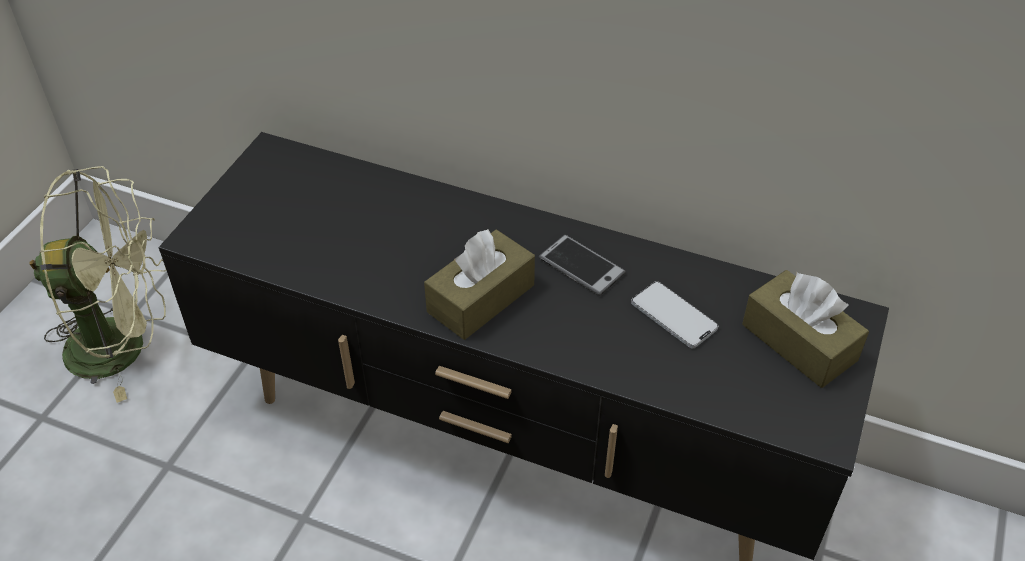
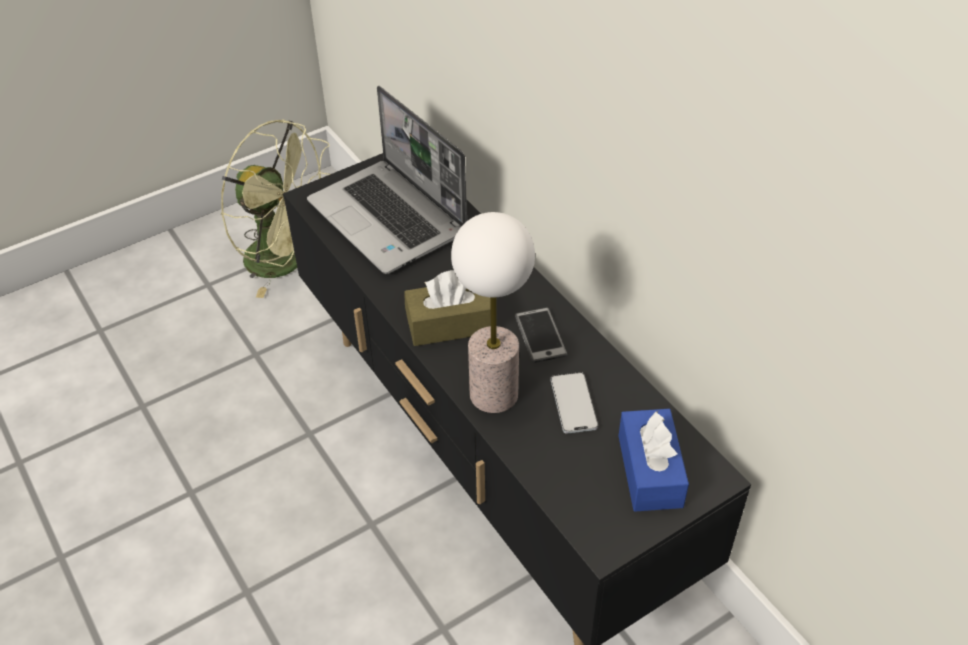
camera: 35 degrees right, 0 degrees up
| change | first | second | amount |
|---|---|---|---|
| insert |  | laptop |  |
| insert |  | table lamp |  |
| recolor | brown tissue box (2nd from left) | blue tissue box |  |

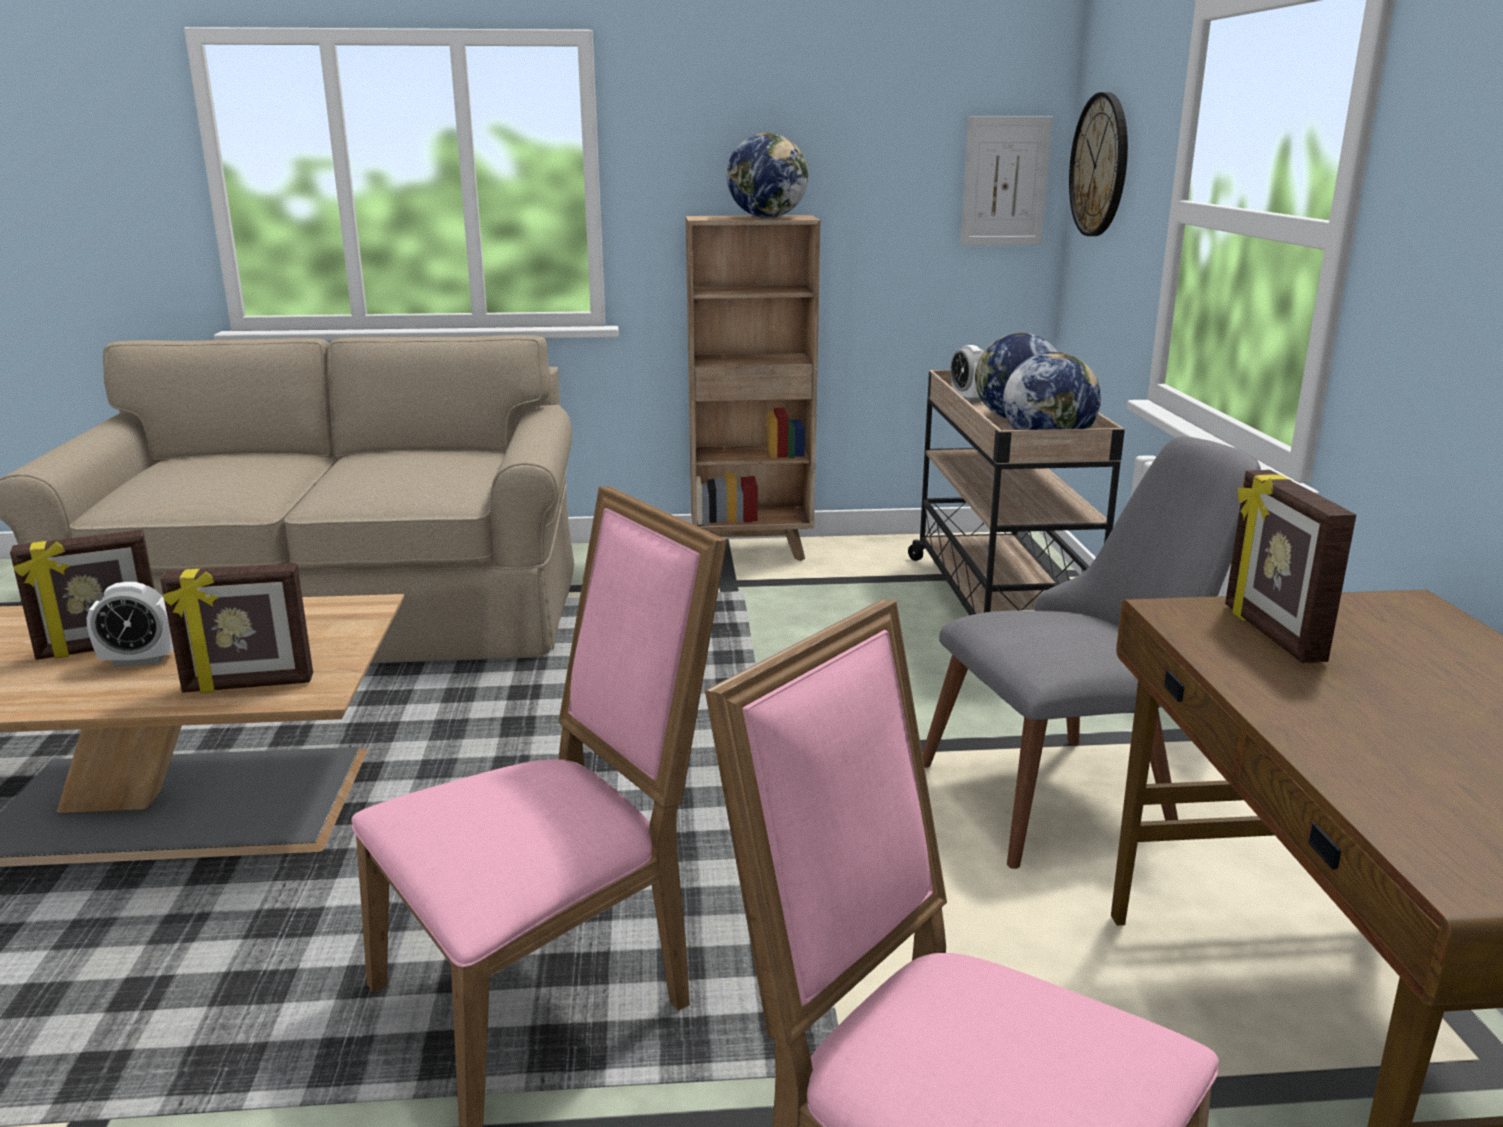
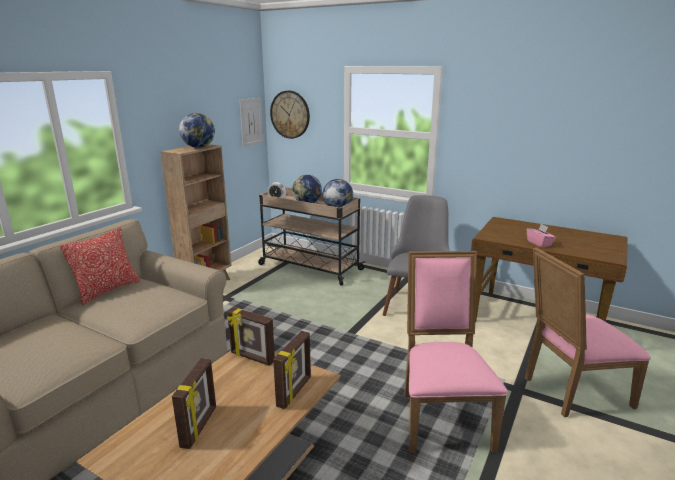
camera: 55 degrees left, 0 degrees up
| change | first | second | amount |
|---|---|---|---|
| delete | alarm clock (1st from left) |  |  |
| insert |  | pillow |  |
| insert |  | pink tissue box |  |
| move | picture frame (3rd from left in the first image) | picture frame (2nd from left) |  |

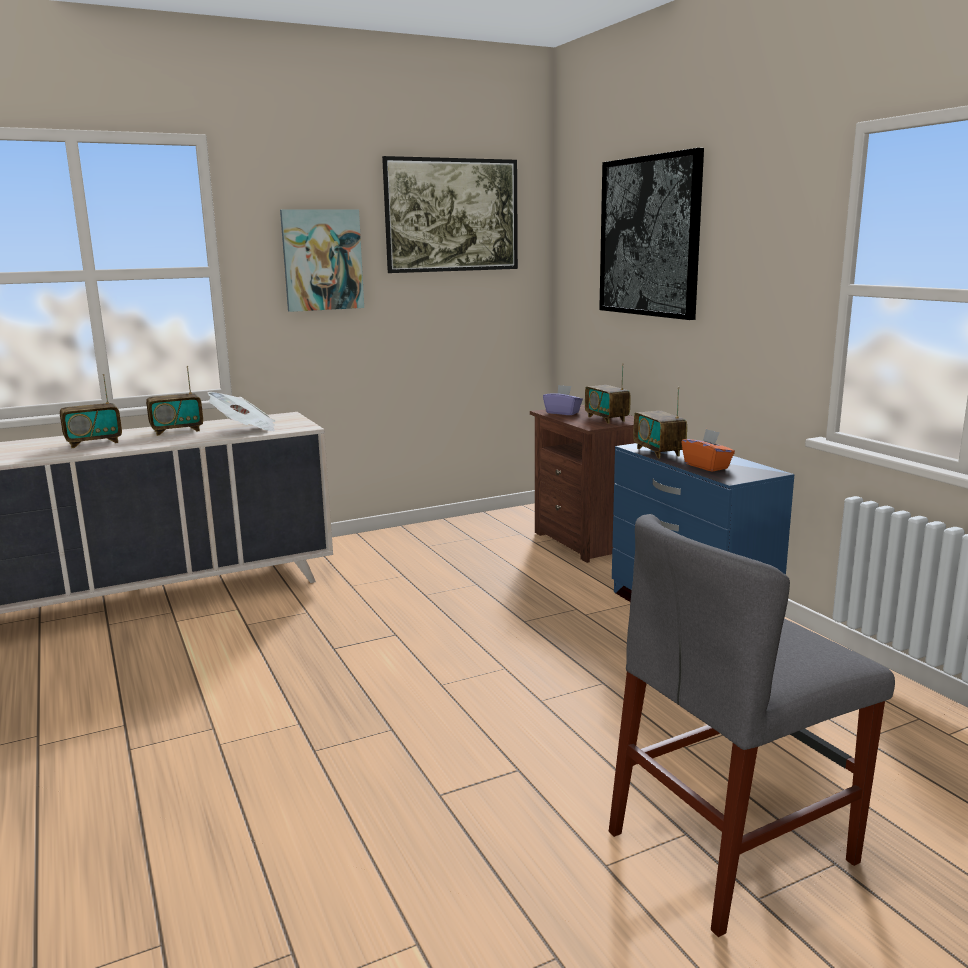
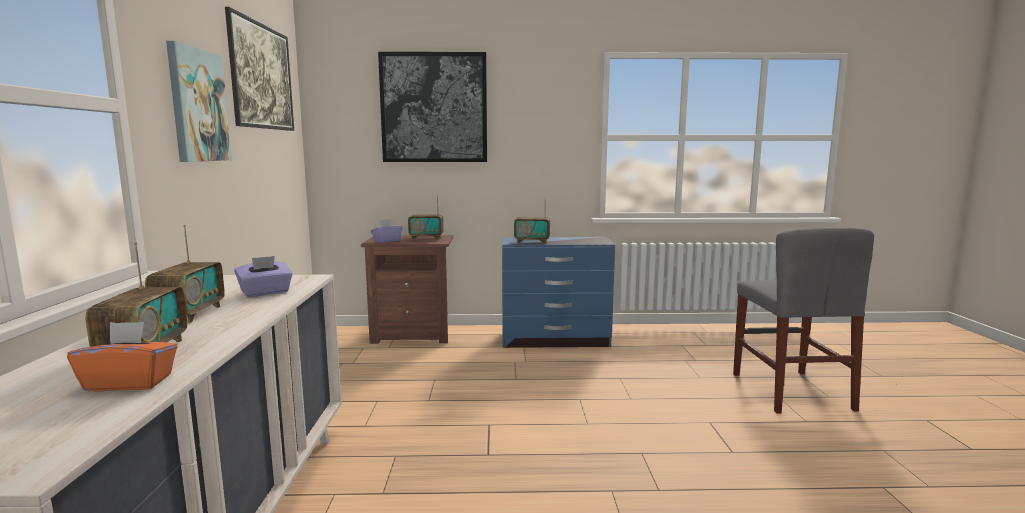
camera: 65 degrees left, 5 degrees down
| change | first | second | amount |
|---|---|---|---|
| move | orange tissue box |  |  |
| replace | newspaper | purple tissue box (1st from left) |  |

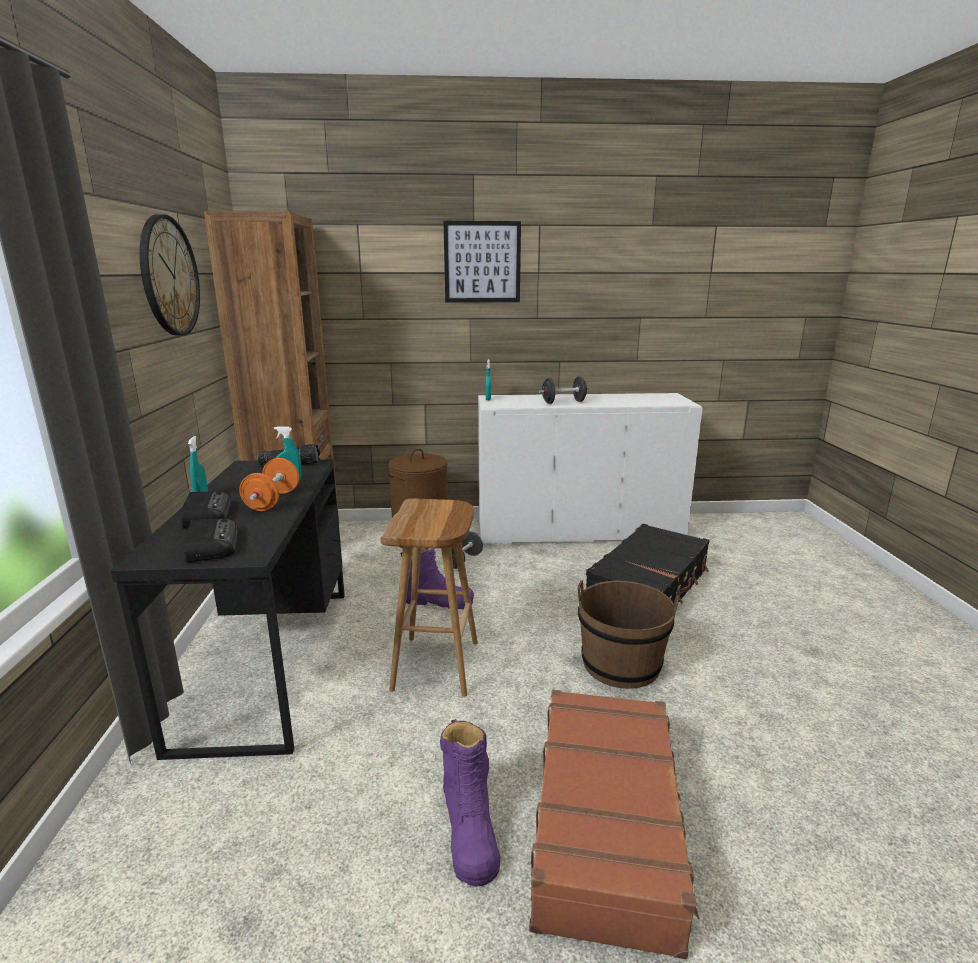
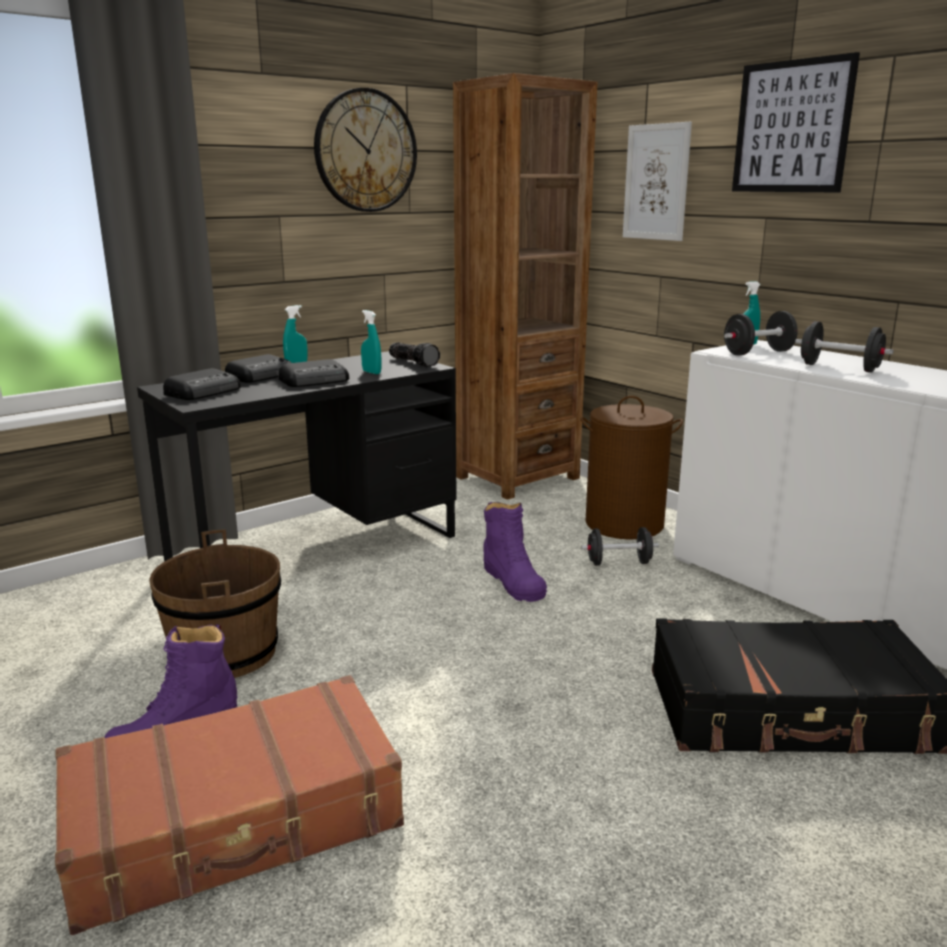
camera: 55 degrees right, 0 degrees up
| change | first | second | amount |
|---|---|---|---|
| delete | brown stool |  |  |
| insert |  | picture (1st from left) |  |
| insert |  | black dumbbell (2nd from left) |  |
| move | brown bucket |  |  |
| replace | orange dumbbell | radio (3rd from left) |  |

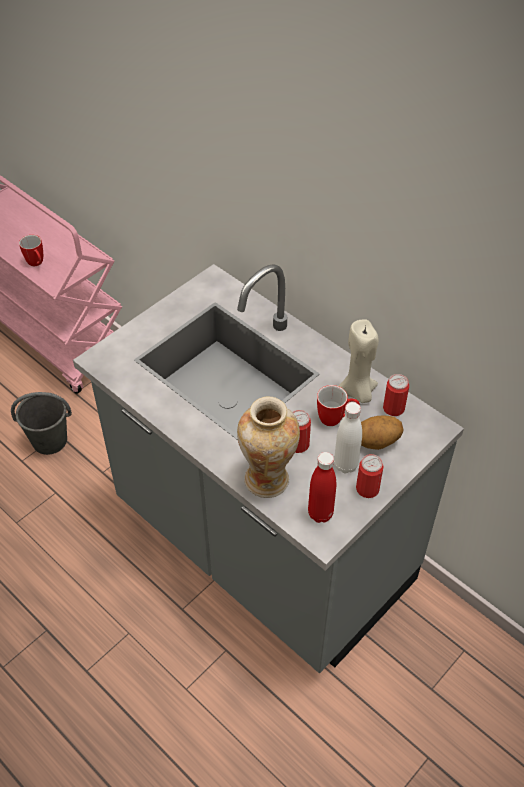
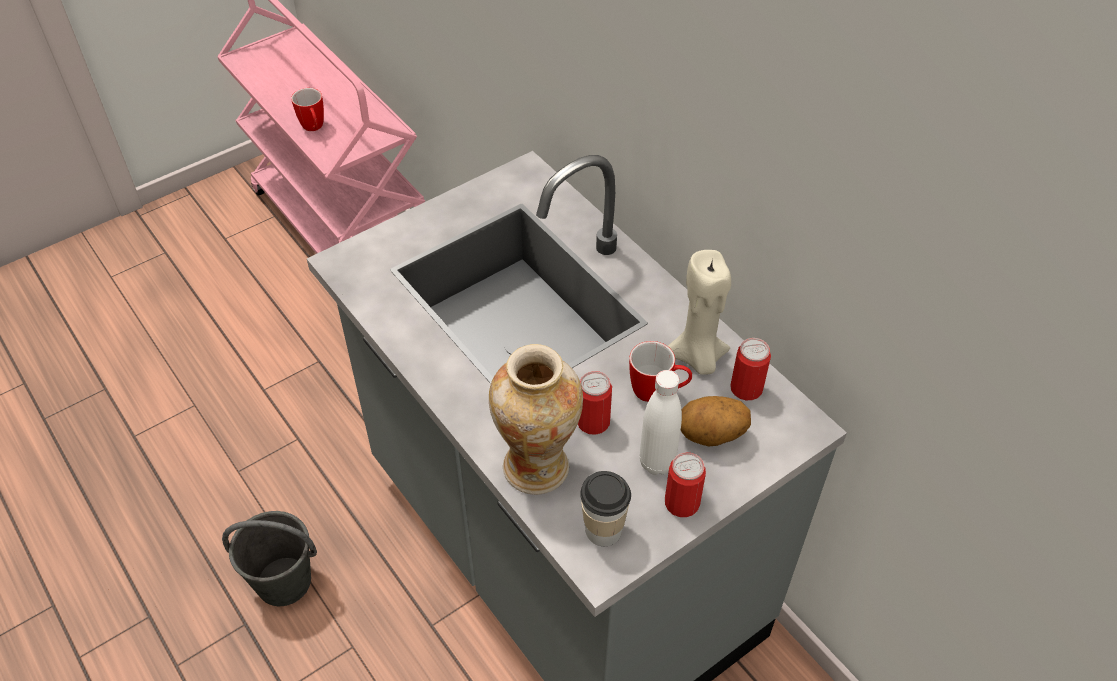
camera: 10 degrees right, 0 degrees up
| change | first | second | amount |
|---|---|---|---|
| move | grey bucket |  |  |
| replace | red bottle | cup |  |

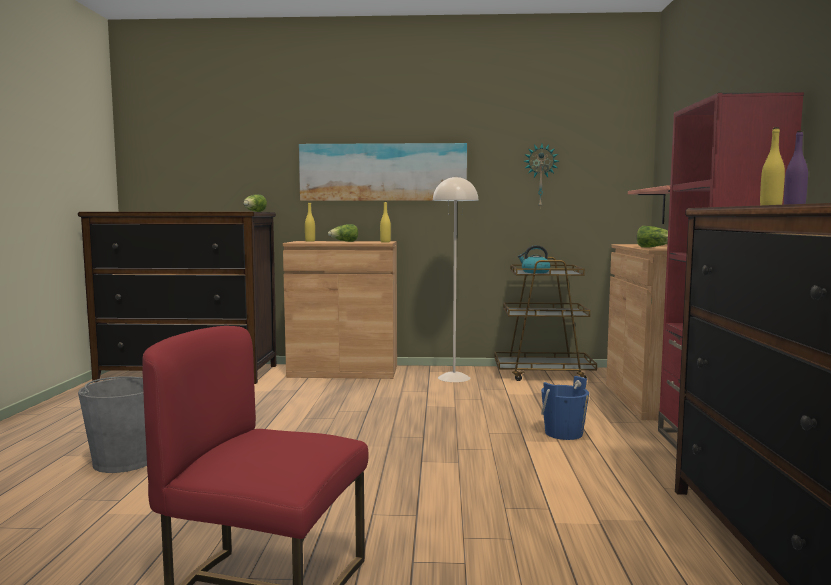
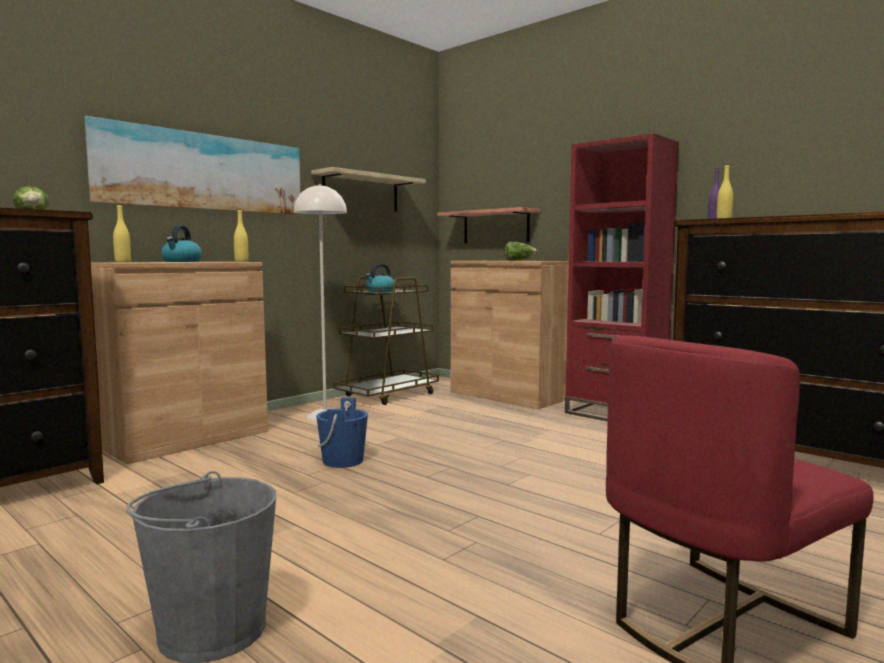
camera: 50 degrees left, 0 degrees up
| change | first | second | amount |
|---|---|---|---|
| move | blue bucket |  |  |
| replace | lettuce (2nd from left) | kettle (1st from left) |  |
| replace | wall clock | shelf (1st from left) |  |

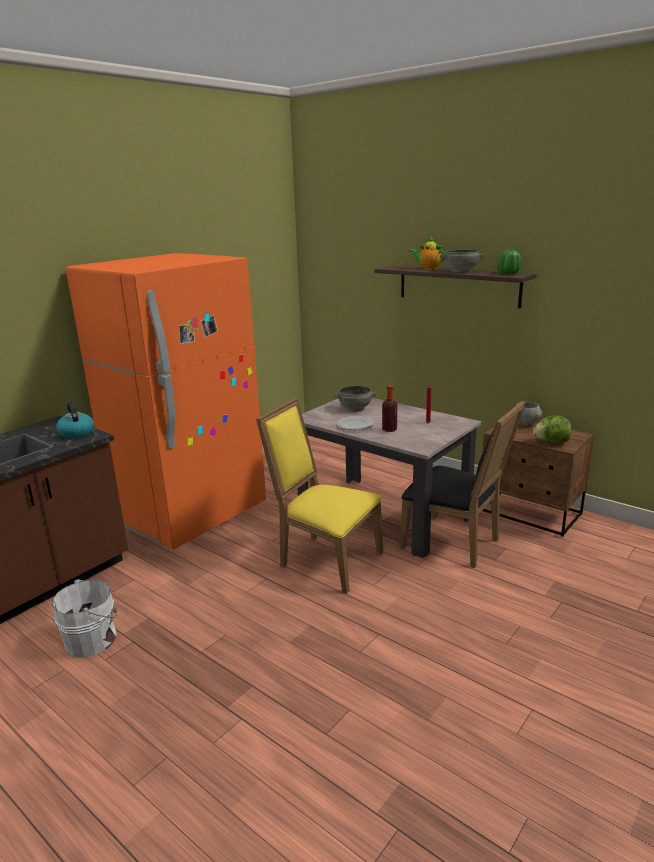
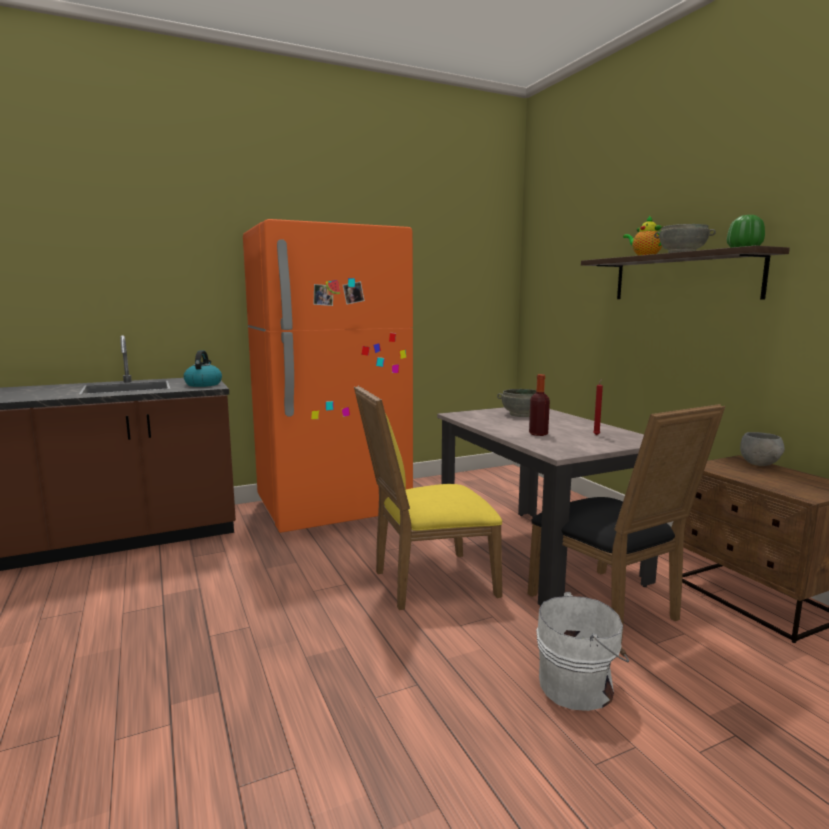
camera: 25 degrees right, 10 degrees down
| change | first | second | amount |
|---|---|---|---|
| delete | plate |  |  |
| delete | lettuce |  |  |
| move | white bucket |  |  |
| rotate | yellow chair |  | 75 degrees counterclockwise |

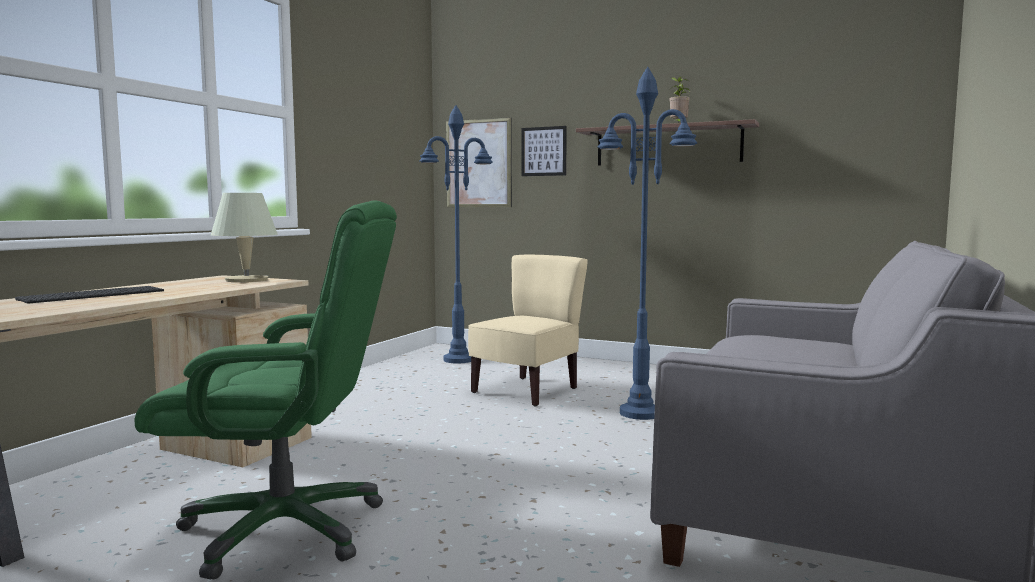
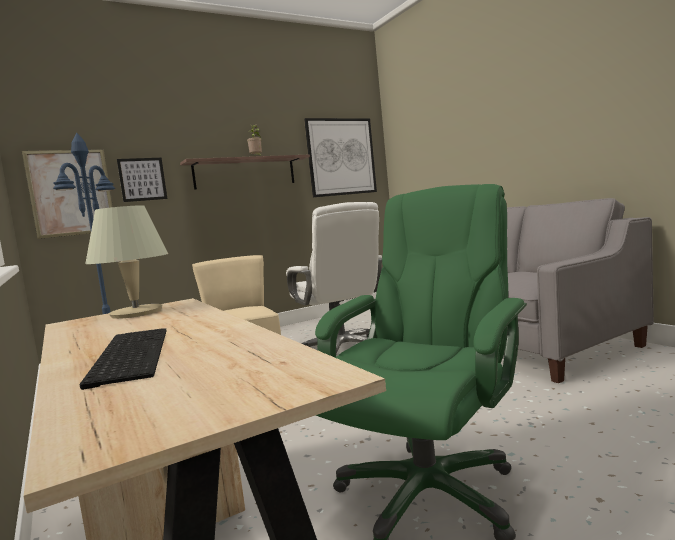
camera: 55 degrees left, 0 degrees up
| change | first | second | amount |
|---|---|---|---|
| insert |  | picture (3rd from left) |  |
| replace | blue floor lamp (2nd from left) | white office chair |  |

